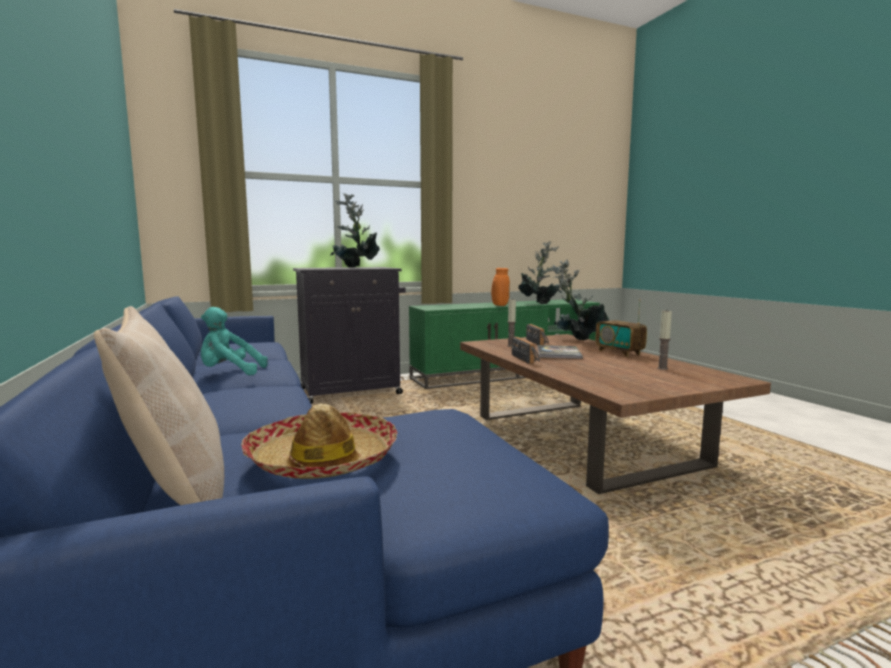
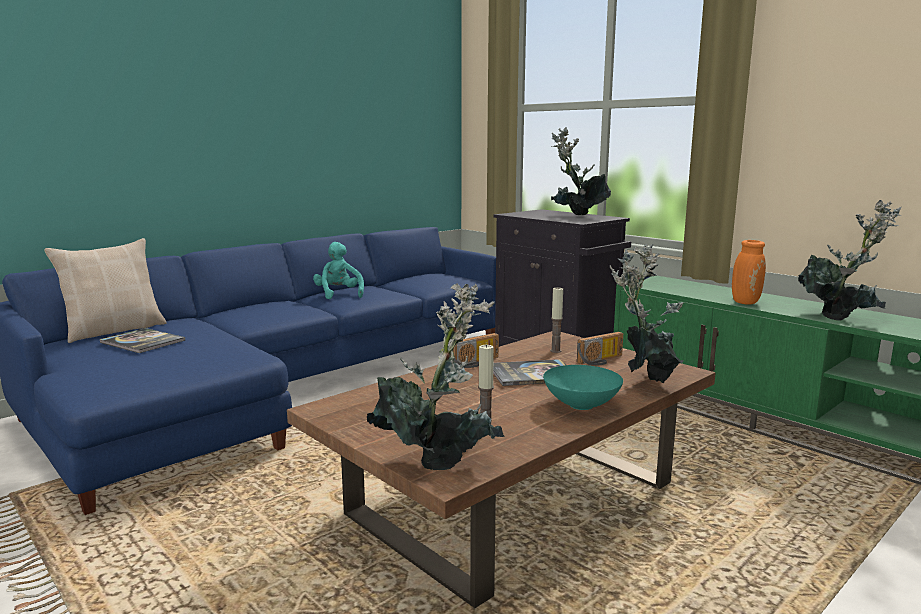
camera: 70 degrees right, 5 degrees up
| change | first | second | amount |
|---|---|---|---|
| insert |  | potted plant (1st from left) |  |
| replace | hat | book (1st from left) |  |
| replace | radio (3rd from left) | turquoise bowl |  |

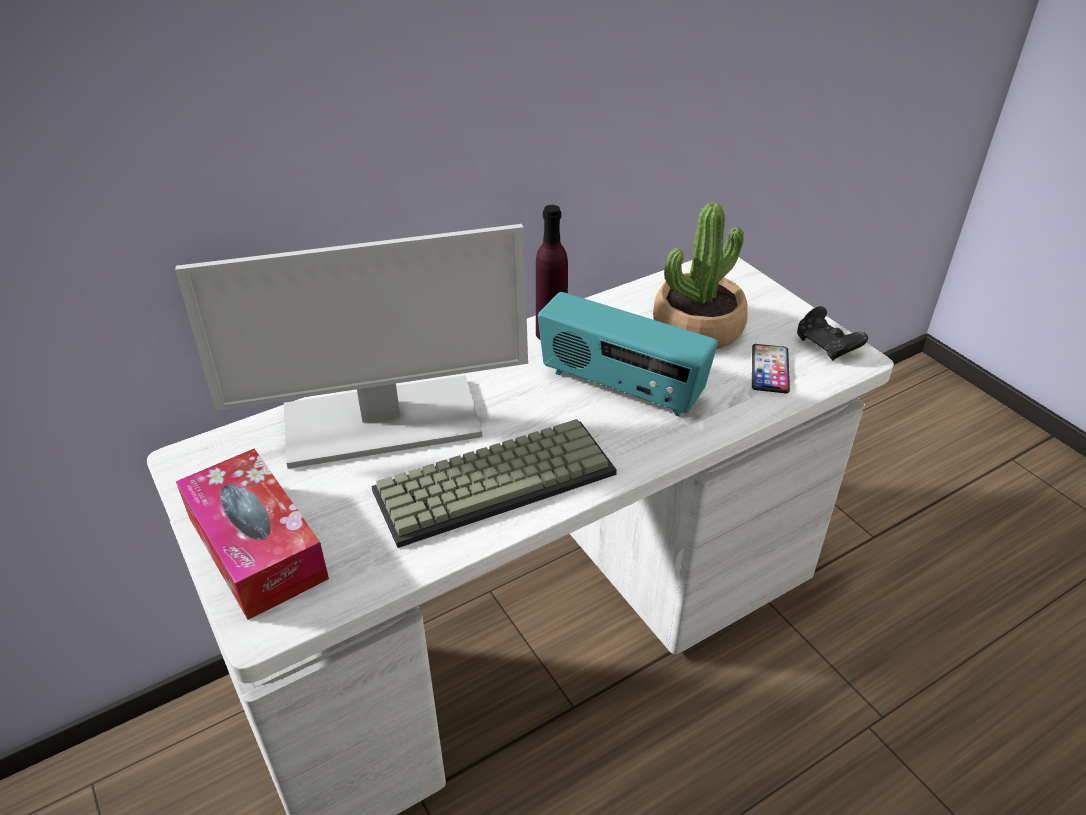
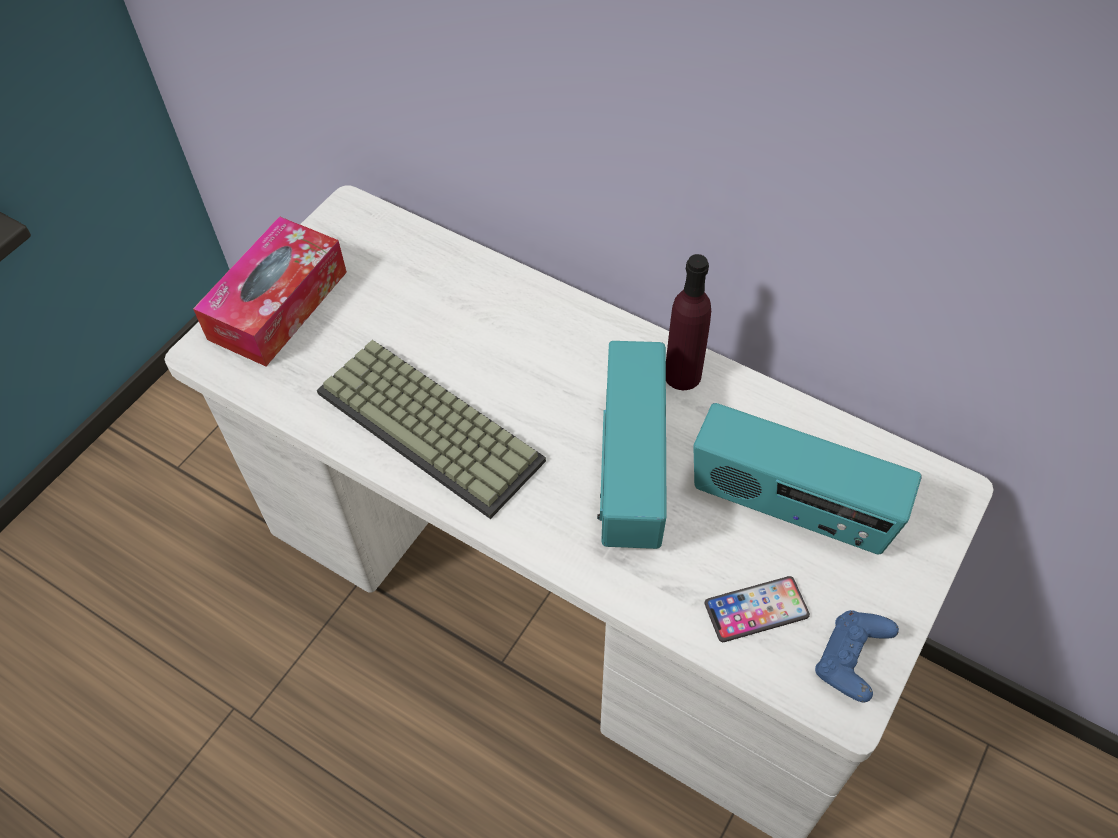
camera: 65 degrees right, 15 degrees up
| change | first | second | amount |
|---|---|---|---|
| delete | monitor |  |  |
| replace | potted plant | radio (2nd from left) |  |
| recolor | black game controller | blue game controller |  |

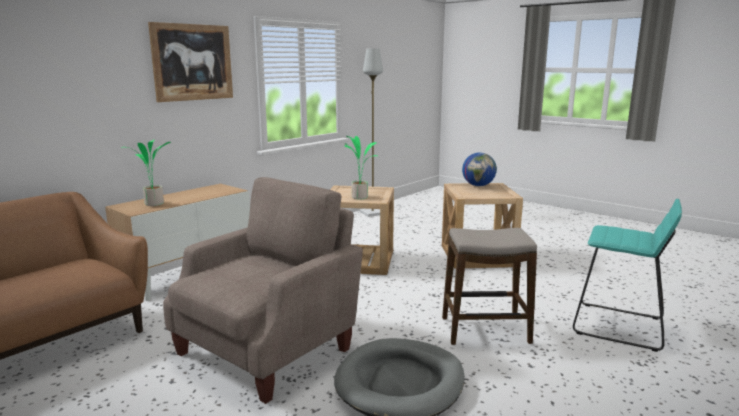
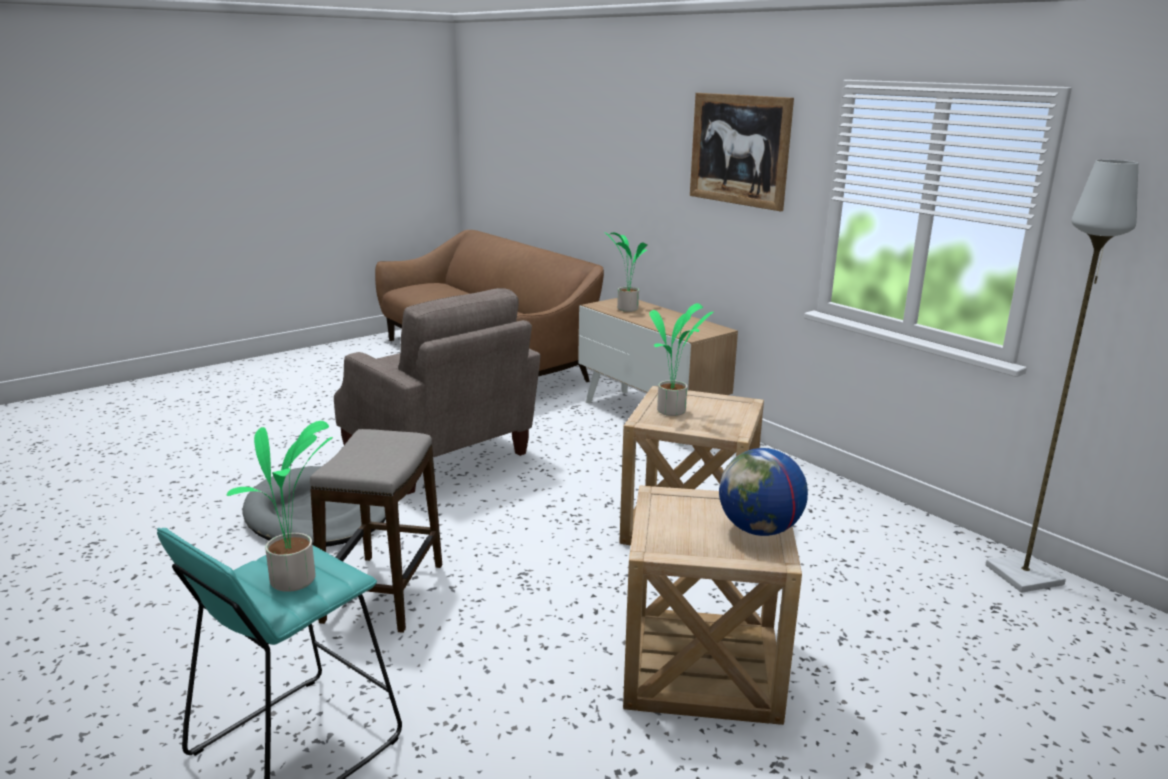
camera: 100 degrees right, 5 degrees up
| change | first | second | amount |
|---|---|---|---|
| insert |  | potted plant (1st from left) |  |

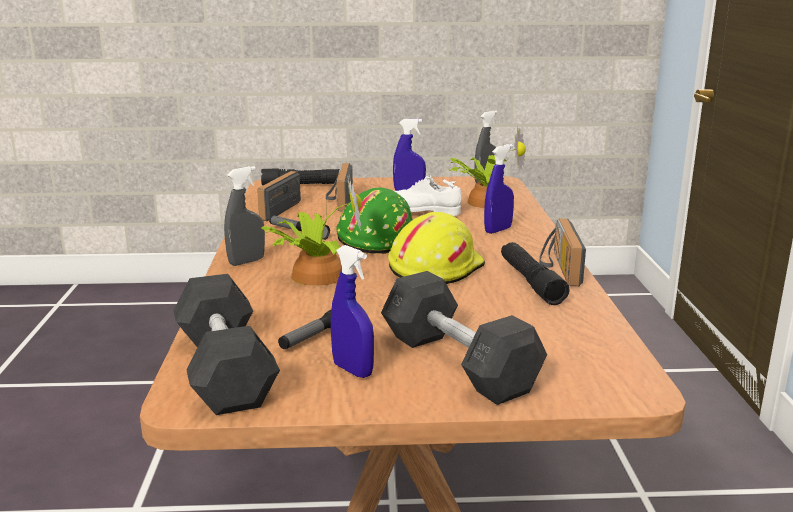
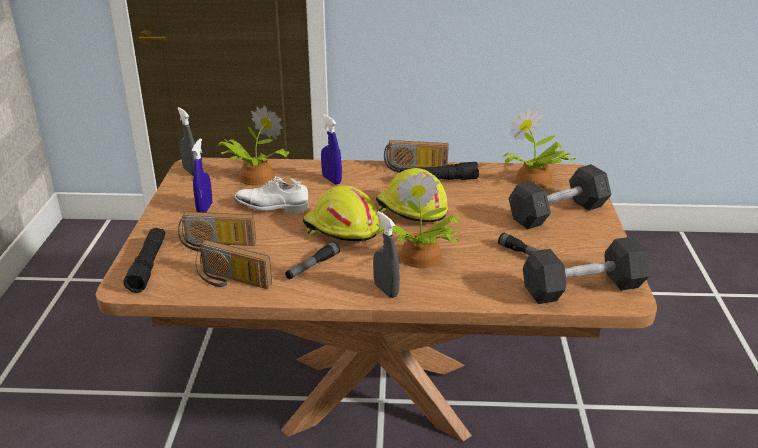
camera: 85 degrees left, 10 degrees up
| change | first | second | amount |
|---|---|---|---|
| delete | blue spray bottle (1st from left) |  |  |
| insert |  | potted plant (3rd from left) |  |
| recolor | green hard hat | yellow hard hat (1st from left) |  |
| rotate | white shoe |  | 75 degrees clockwise |

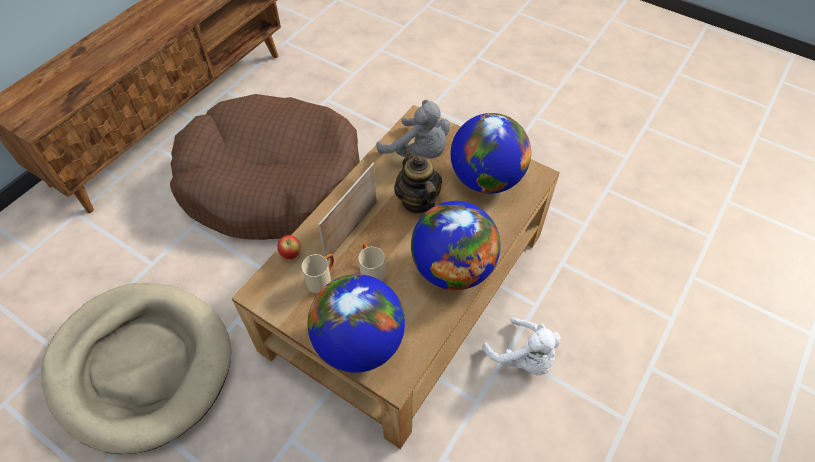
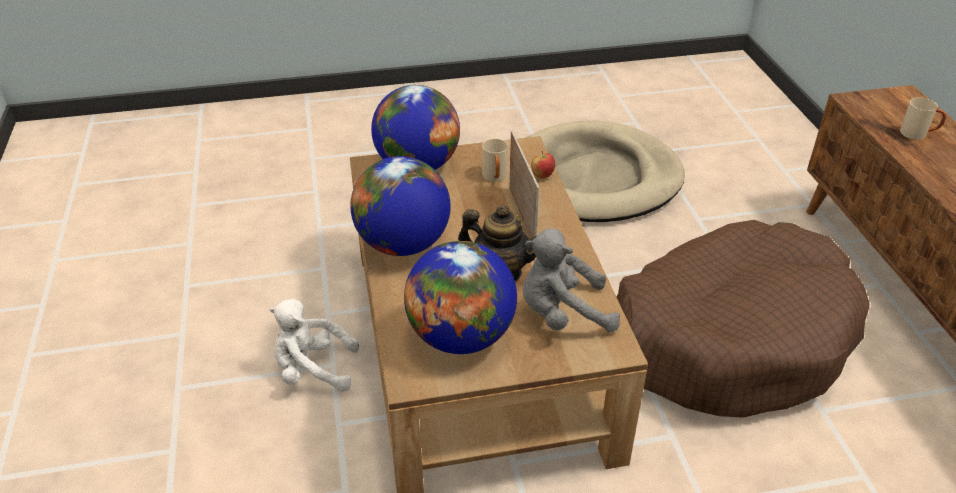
camera: 135 degrees right, 15 degrees down
| change | first | second | amount |
|---|---|---|---|
| move | beige mug (2nd from left) |  |  |

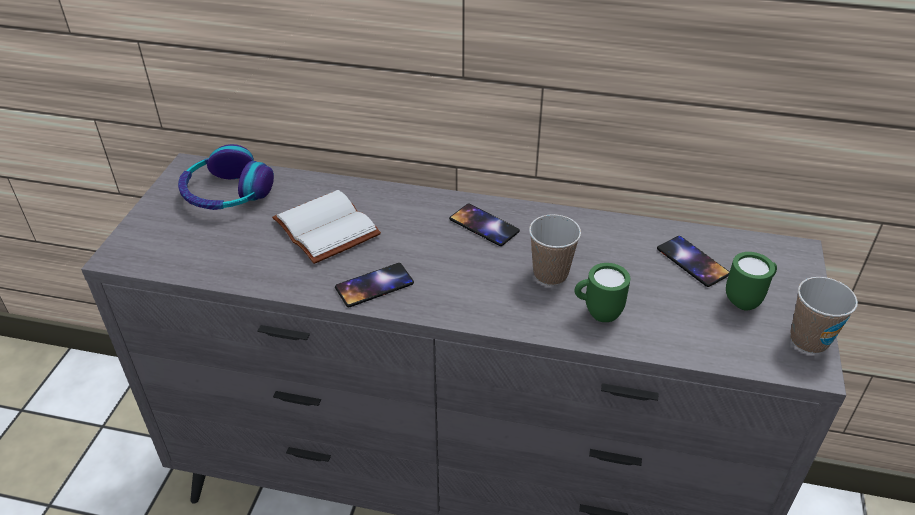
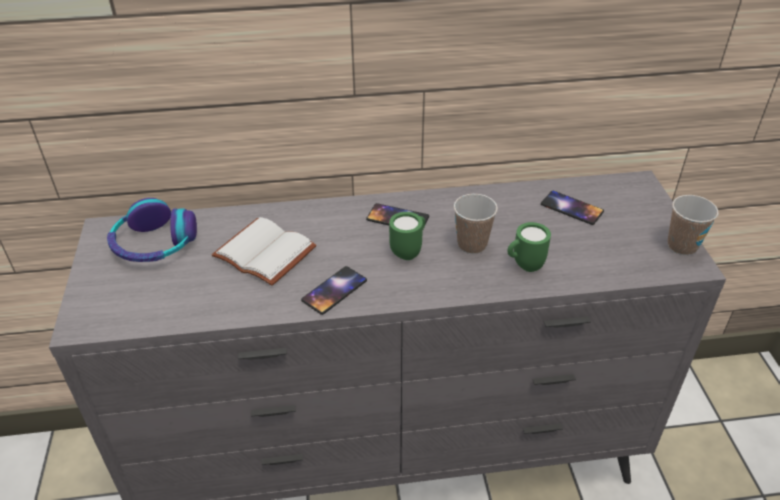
camera: 20 degrees left, 0 degrees up
| change | first | second | amount |
|---|---|---|---|
| move | green mug (2nd from left in the first image) | green mug (1st from left) |  |

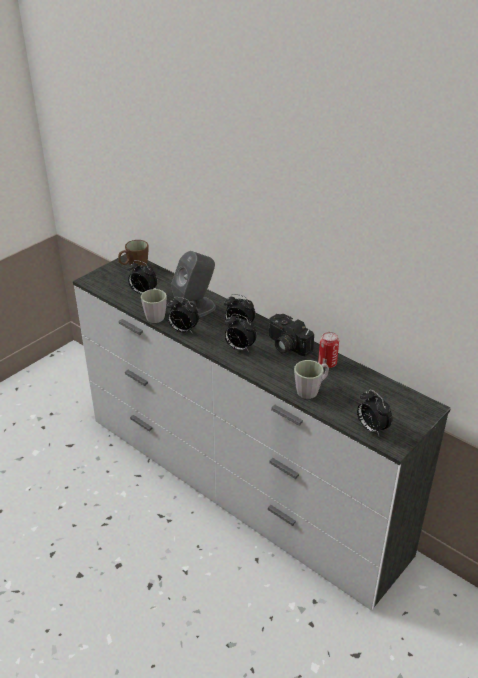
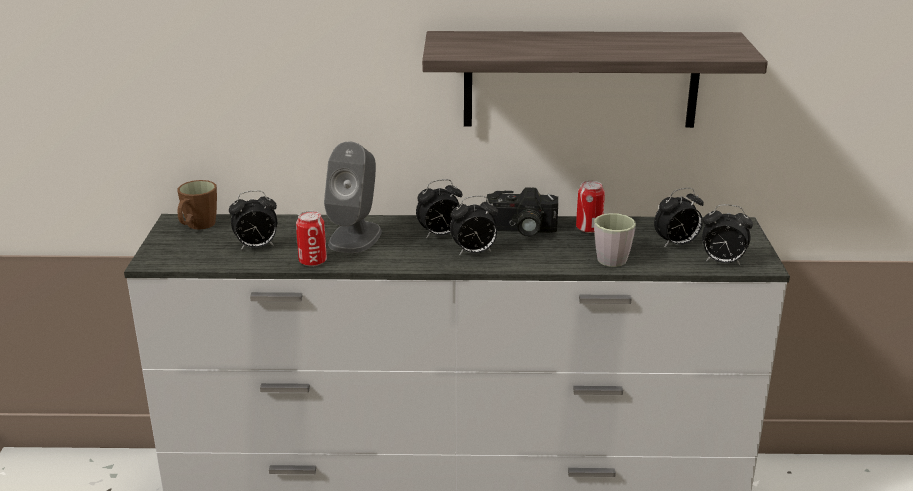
camera: 40 degrees left, 10 degrees down
| change | first | second | amount |
|---|---|---|---|
| insert |  | shelf |  |
| move | alarm clock (2nd from left in the first image) | alarm clock (4th from left) |  |
| replace | grey mug (1st from left) | can (1st from left) |  |

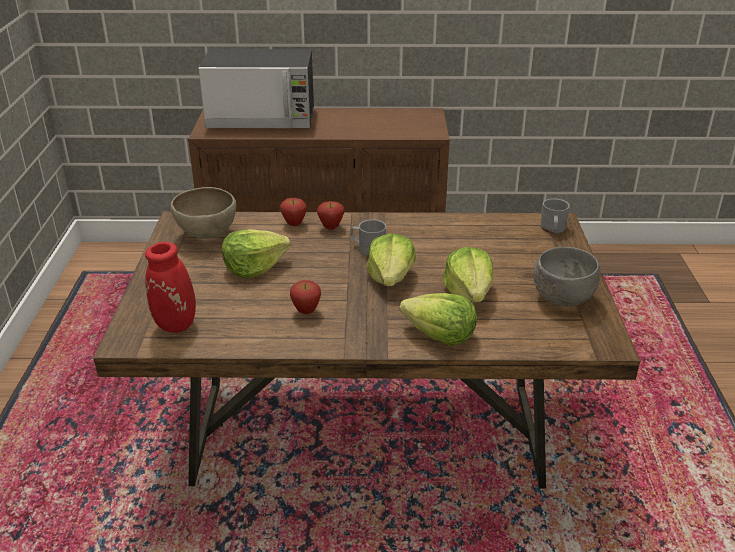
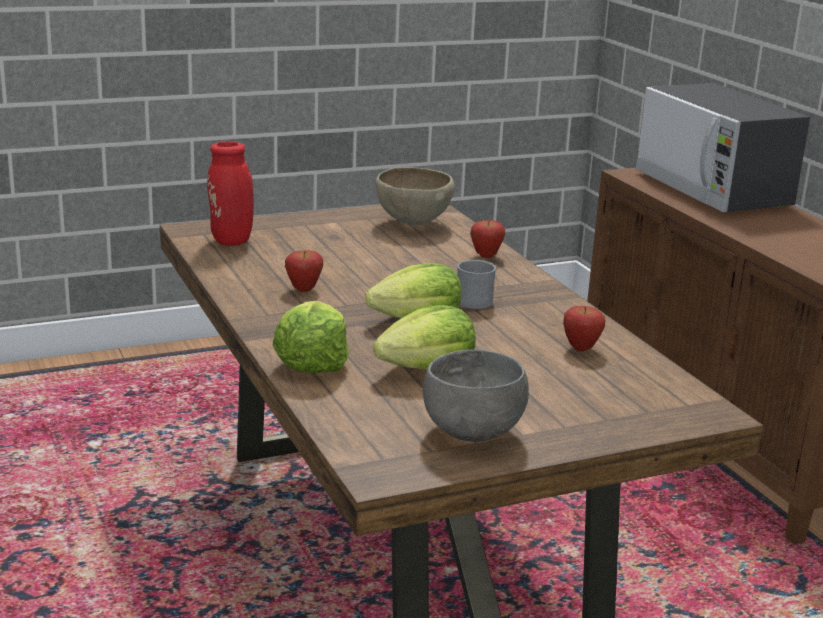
camera: 65 degrees right, 10 degrees down
| change | first | second | amount |
|---|---|---|---|
| delete | lettuce (1st from left) |  |  |
| delete | grey mug (2nd from left) |  |  |
| move | apple (3rd from left) |  |  |

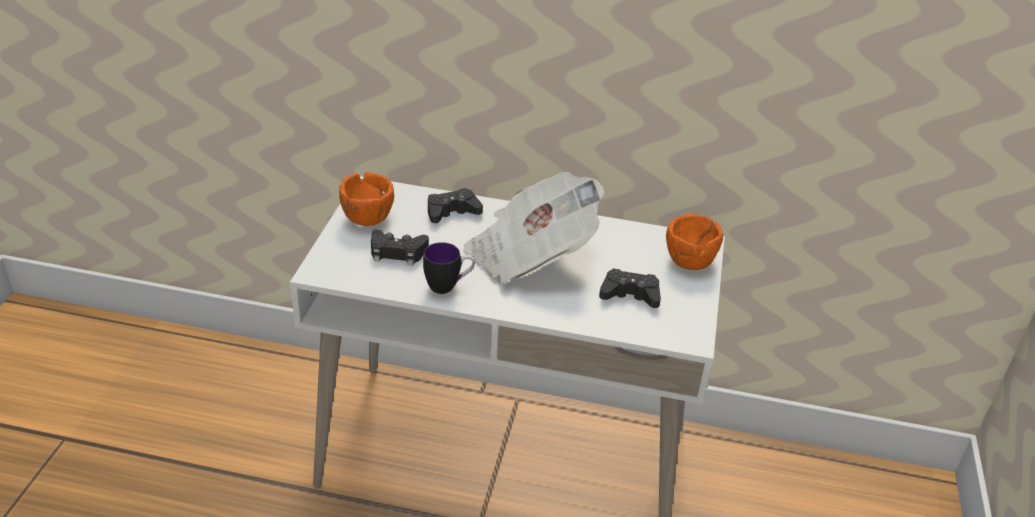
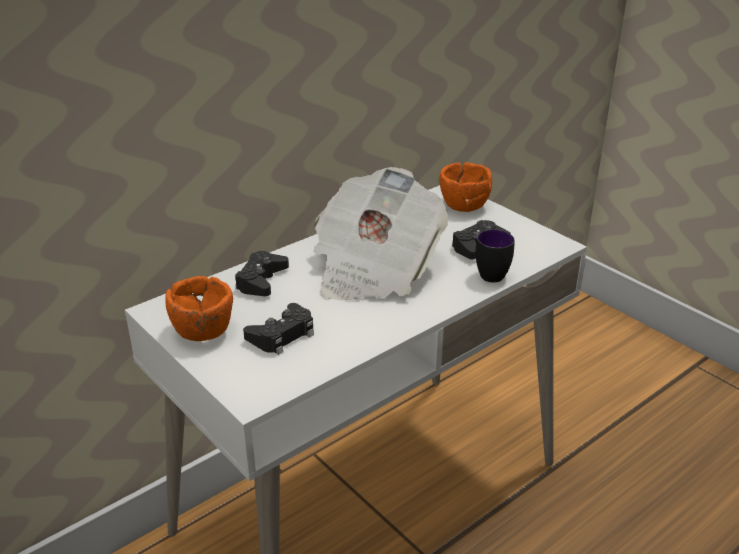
camera: 50 degrees left, 5 degrees down
| change | first | second | amount |
|---|---|---|---|
| move | mug |  |  |

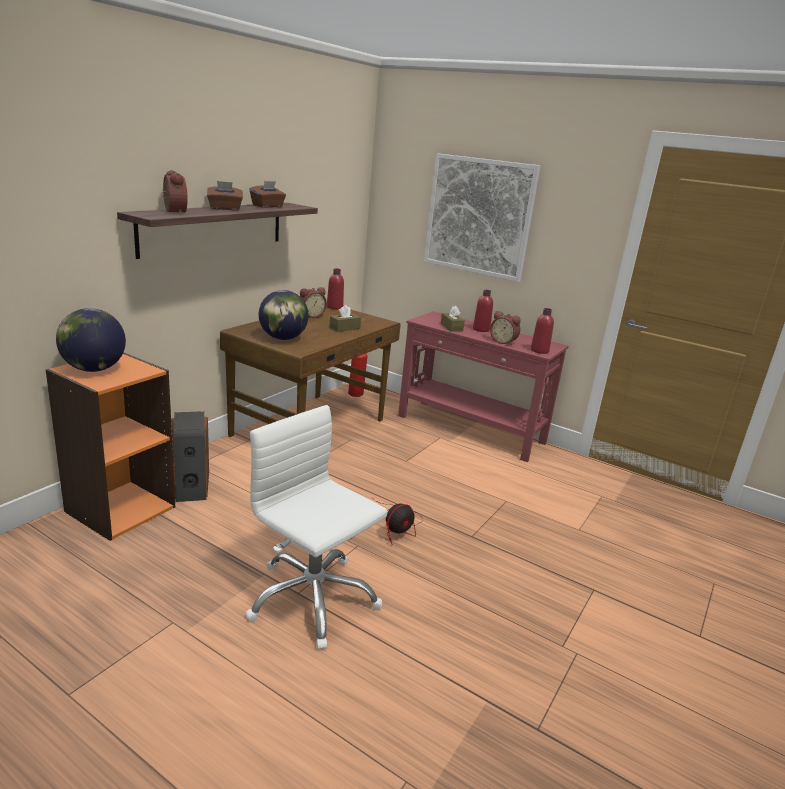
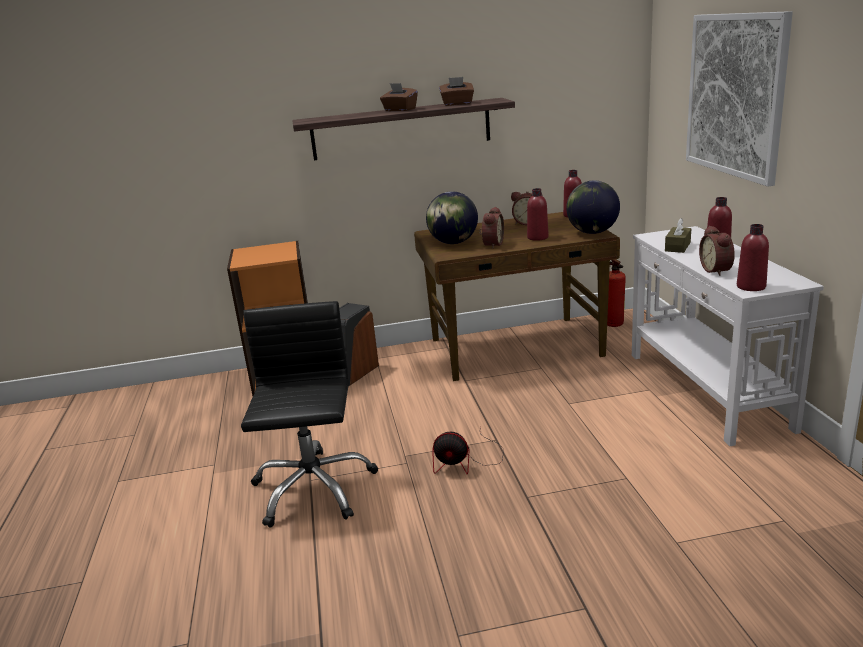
camera: 50 degrees right, 0 degrees up
| change | first | second | amount |
|---|---|---|---|
| move | globe (1st from left in the first image) | globe (2nd from left) |  |
| move | alarm clock (1st from left) |  |  |
| replace | brown tissue box (3rd from left) | red bottle (1st from left) |  |
| recolor | white office chair | black office chair |  |
| recolor | red console table | white console table |  |

